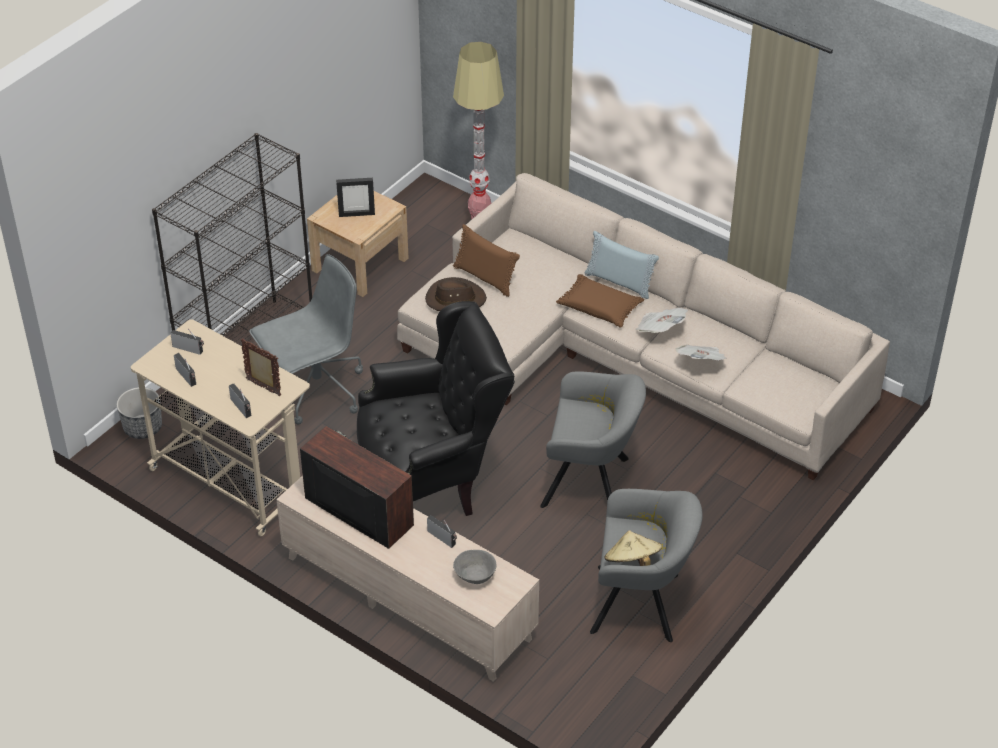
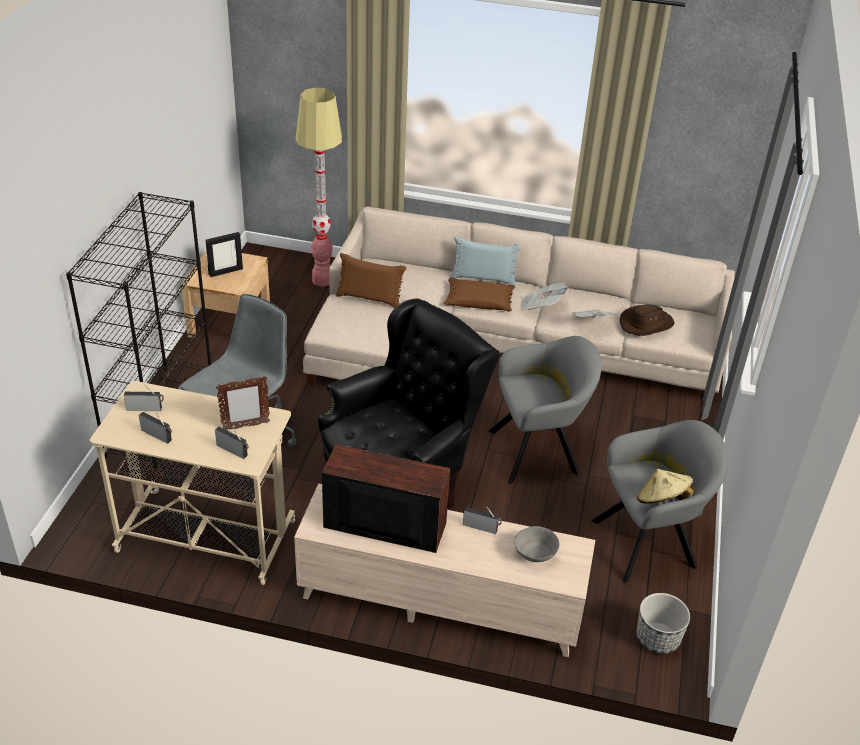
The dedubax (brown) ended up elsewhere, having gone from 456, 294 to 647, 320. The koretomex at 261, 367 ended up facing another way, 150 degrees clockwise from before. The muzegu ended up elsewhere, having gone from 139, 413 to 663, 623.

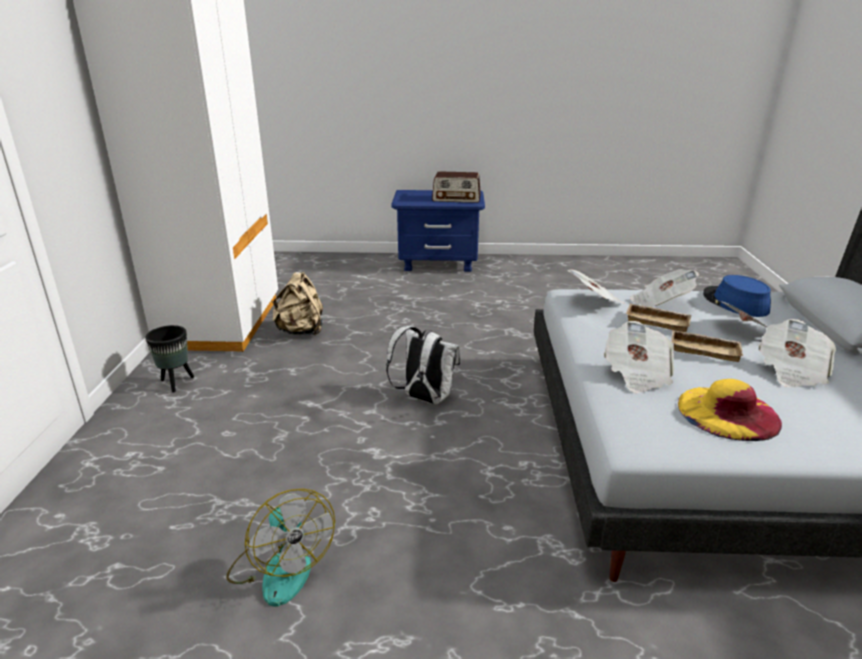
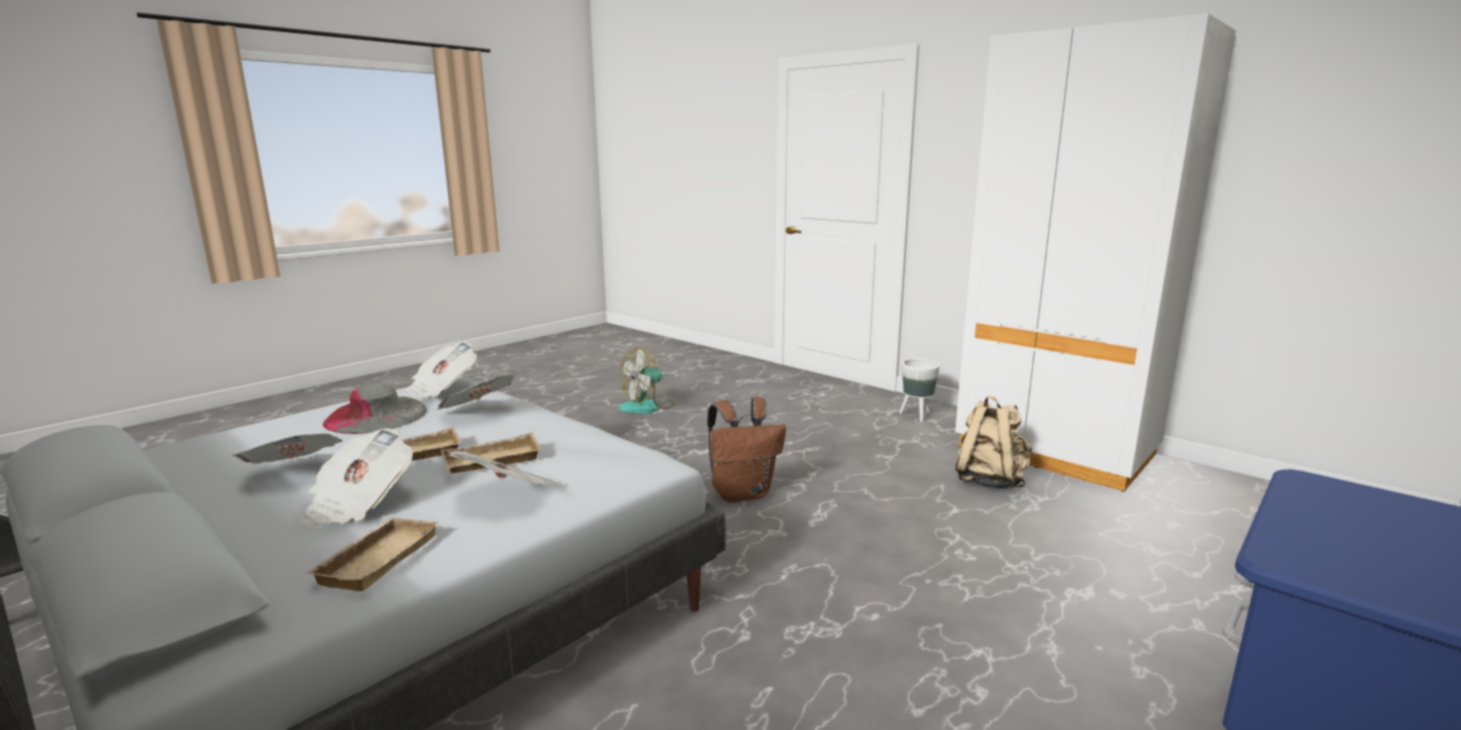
The second view lost the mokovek at 456, 187. The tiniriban ended up elsewhere, having gone from 596, 286 to 439, 370. Where the dedubax (blue) stood at 737, 296, the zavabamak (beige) came to stand at 372, 554. What was the muzegu (black) at 169, 359 turned into the muzegu (white) at 919, 390. What was the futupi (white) at 423, 365 turned into the futupi (brown) at 746, 449. What was the dedubax (yellow) at 730, 410 turned into the dedubax (grey) at 375, 408. The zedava at 280, 548 ended up facing another way, 45 degrees counterclockwise from before.

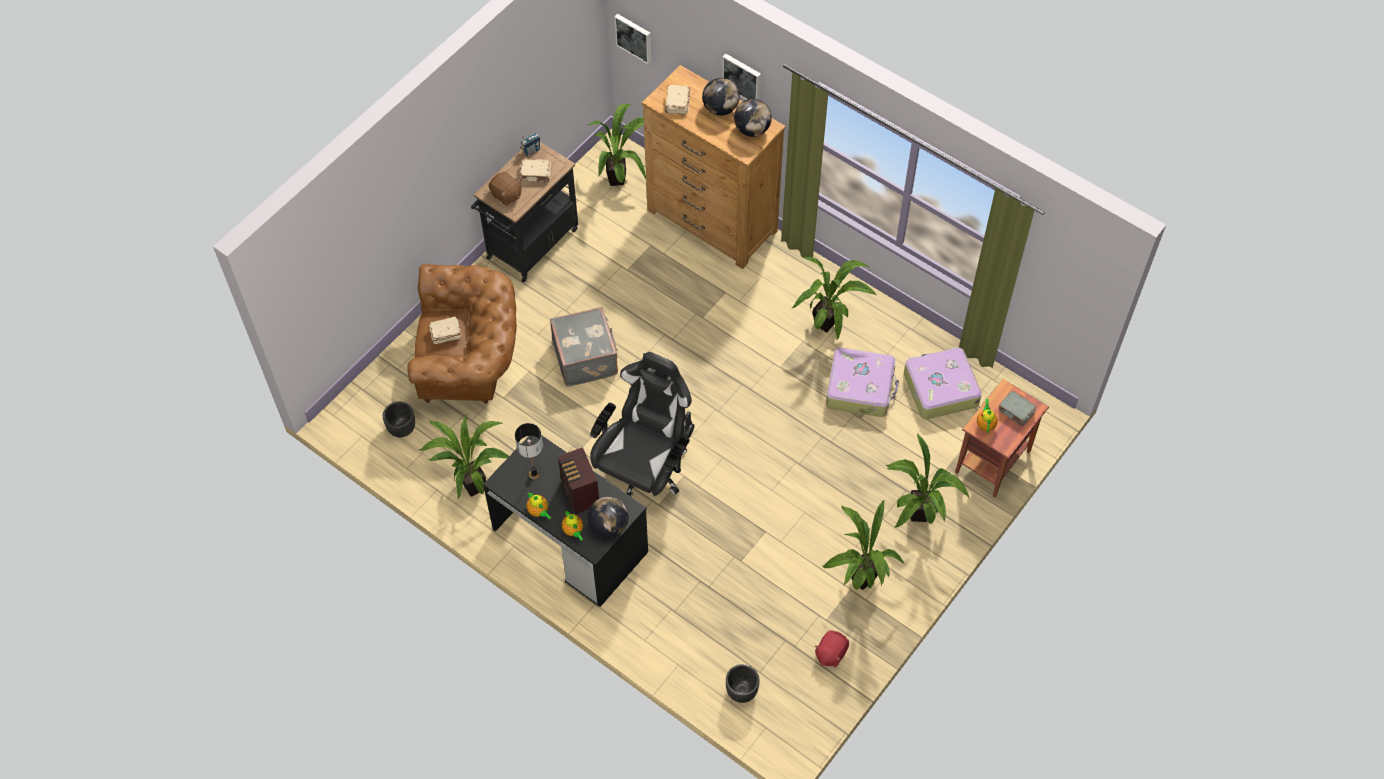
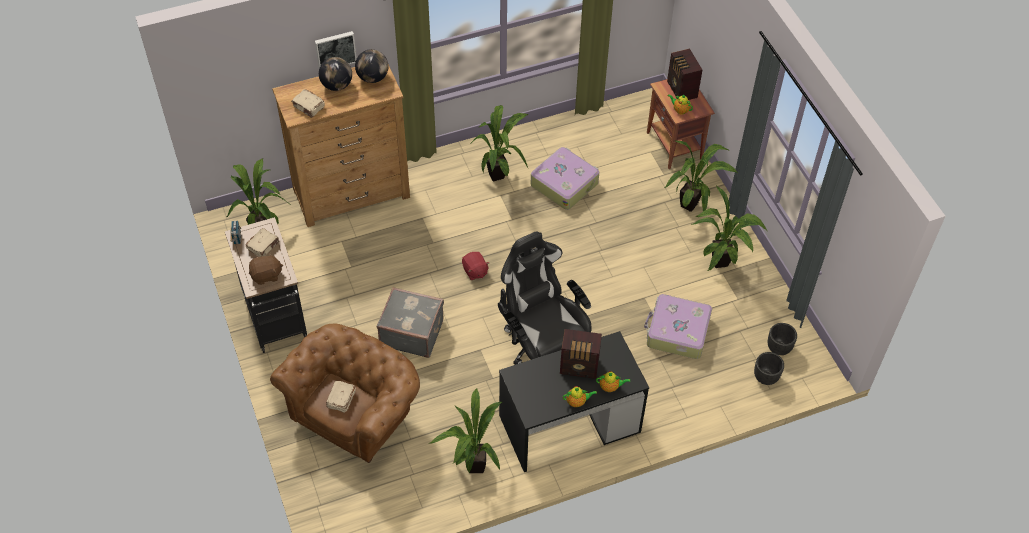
The second view lost the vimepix at 632, 39. The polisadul ended up elsewhere, having gone from 943, 383 to 678, 326. Where the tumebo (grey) stood at 1017, 408, the mokovek came to stand at 684, 74. The muzegu (black) ended up elsewhere, having gone from 399, 419 to 782, 339. The second view lost the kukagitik at 529, 451. The second view lost the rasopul at 608, 517. The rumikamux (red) ended up elsewhere, having gone from 832, 648 to 475, 266.

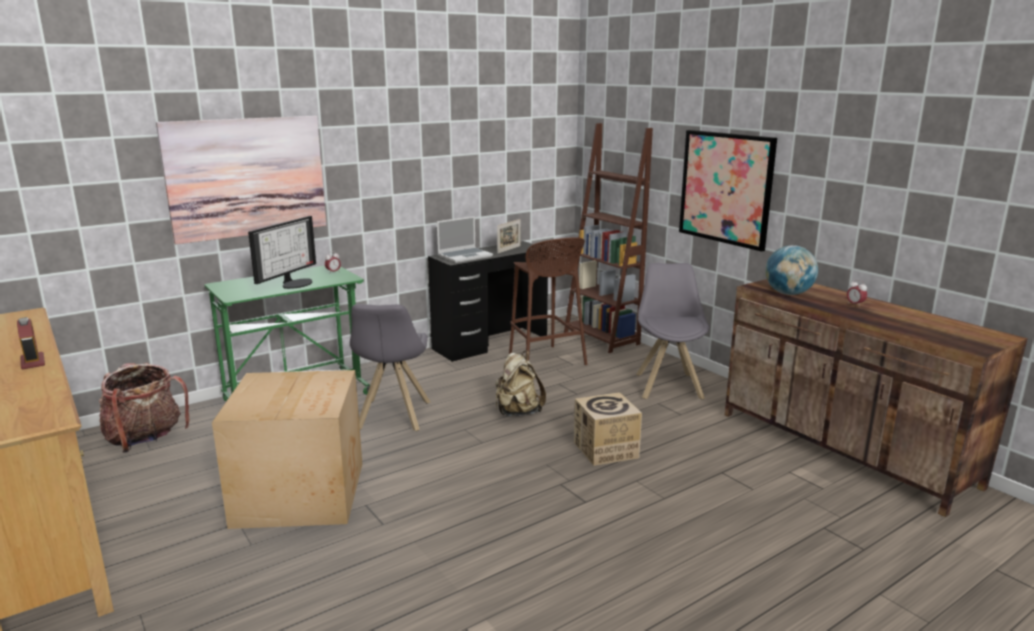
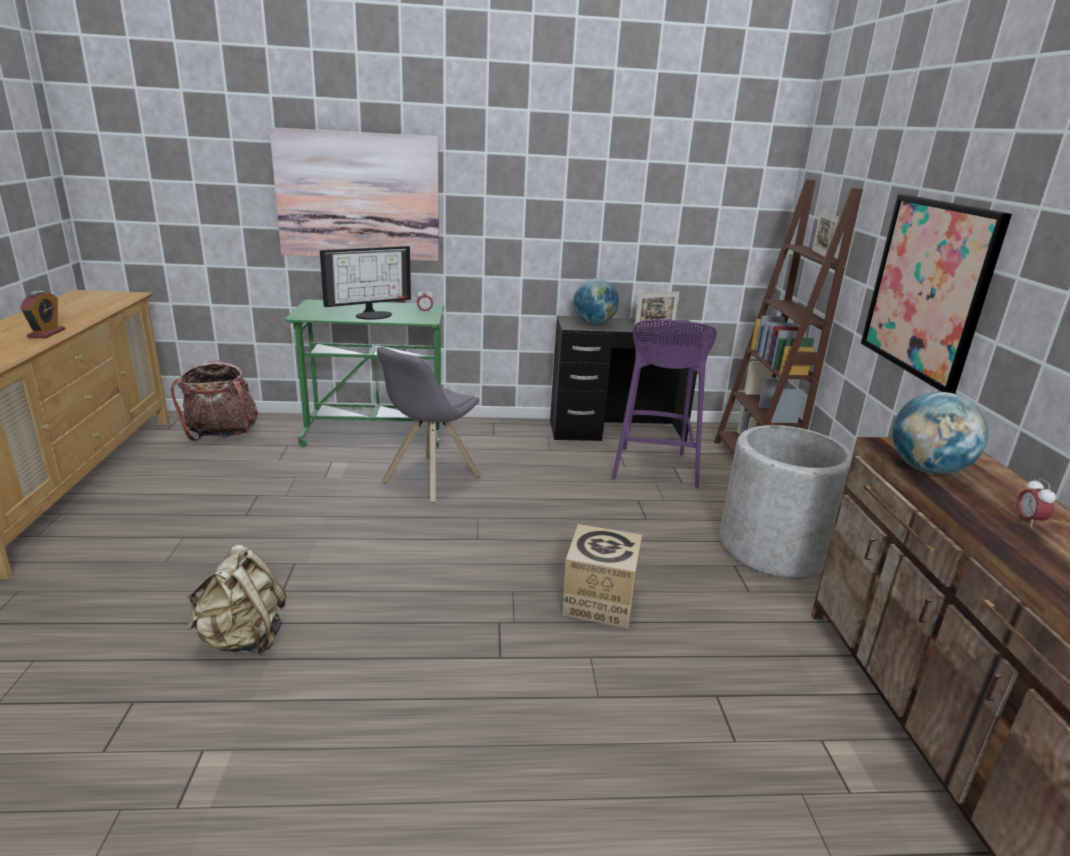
Where the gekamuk stood at 465, 239, the rasopul came to stand at 596, 302. What was the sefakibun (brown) at 548, 301 turned into the sefakibun (purple) at 664, 403. Where the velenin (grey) stood at 673, 331, the muzegu (grey) came to stand at 786, 501. The futupi (beige) ended up elsewhere, having gone from 520, 383 to 237, 600. The second view lost the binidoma at 287, 449. The second view gained the koretomex at 826, 233.

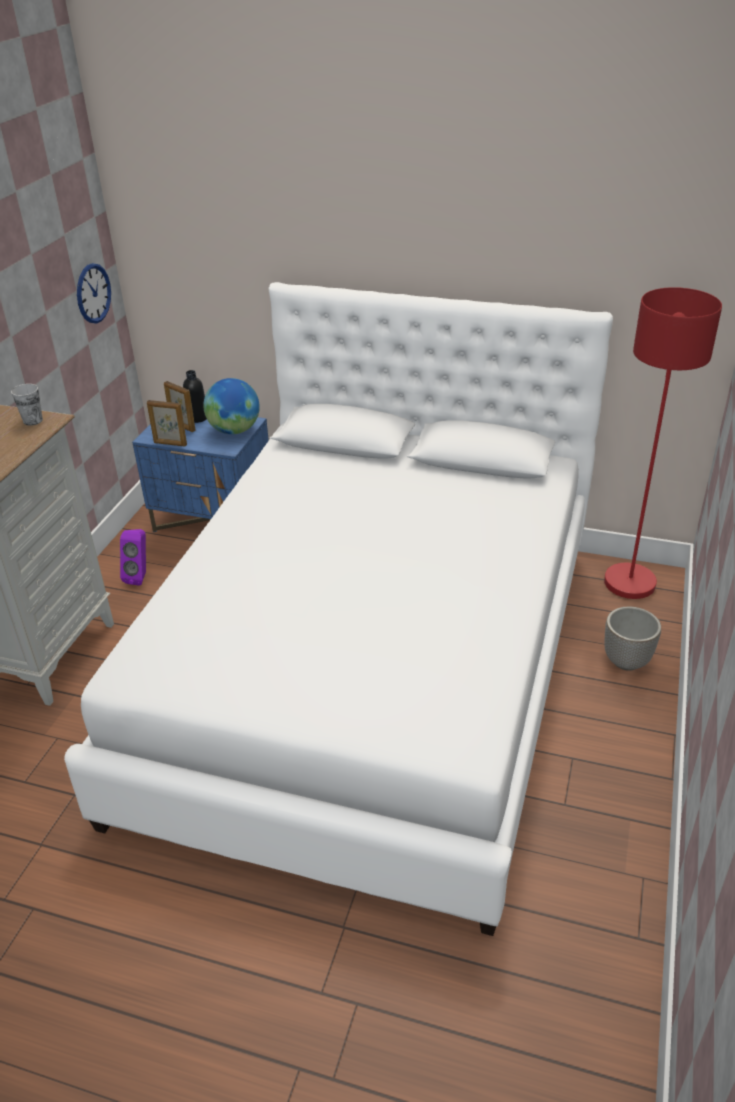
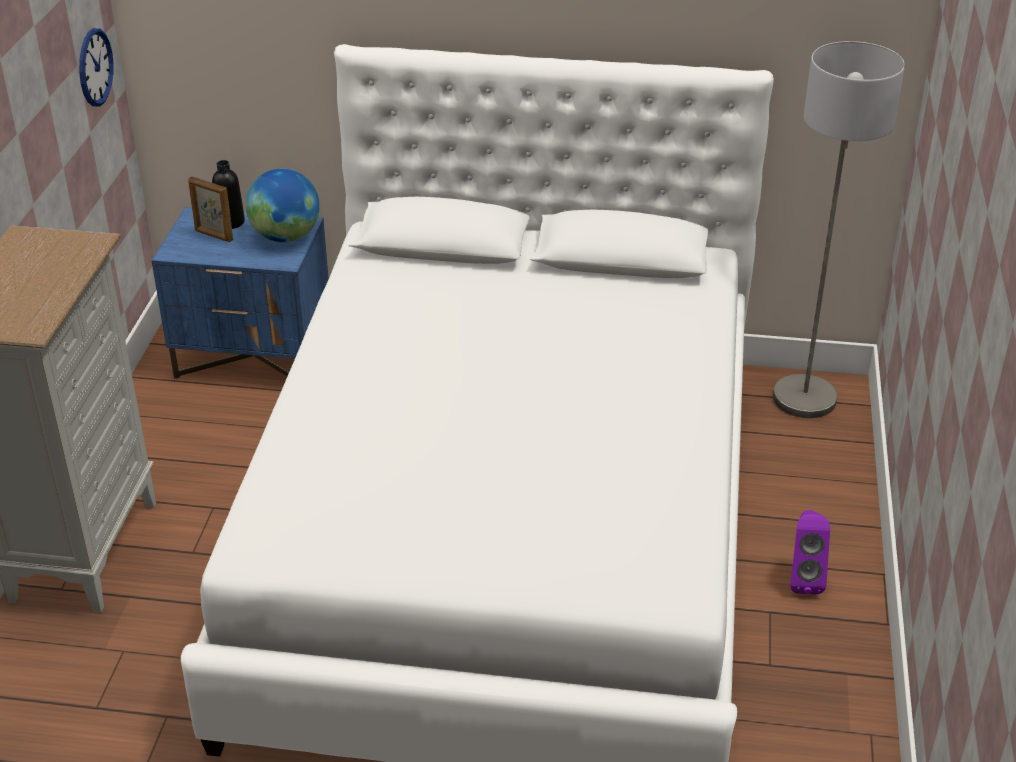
What was the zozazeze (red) at 663, 443 turned into the zozazeze (grey) at 839, 229. The second view lost the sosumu at 27, 405. The second view lost the koretomex at 167, 423. The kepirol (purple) ended up elsewhere, having gone from 133, 557 to 810, 552. The second view lost the muzegu at 632, 639.

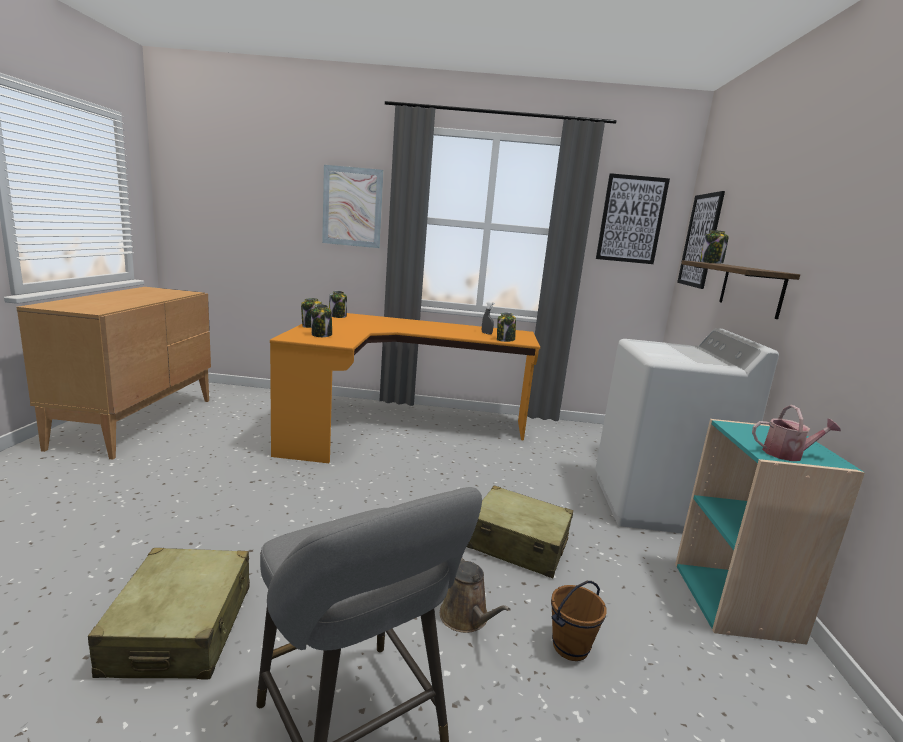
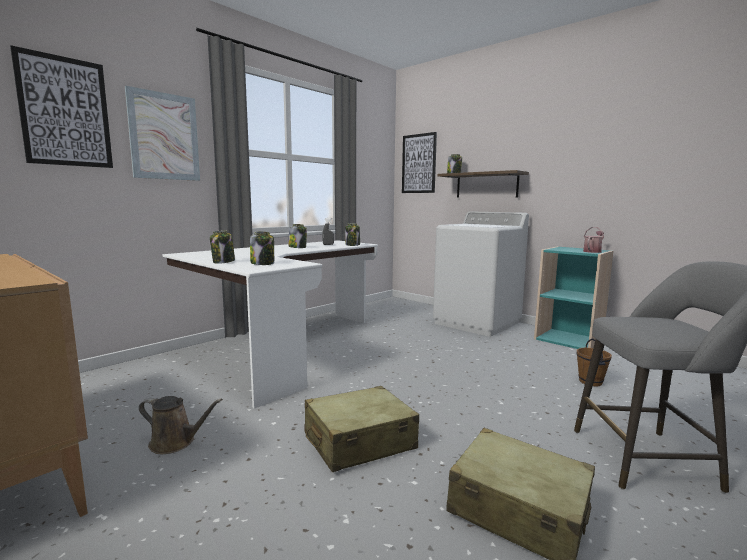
The vimepix ended up elsewhere, having gone from 633, 218 to 61, 106. The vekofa ended up elsewhere, having gone from 338, 304 to 297, 236. What was the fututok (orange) at 405, 388 turned into the fututok (white) at 270, 324. The polisadul (beige) ended up elsewhere, having gone from 520, 531 to 362, 429. The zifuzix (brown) ended up elsewhere, having gone from 475, 595 to 181, 425.

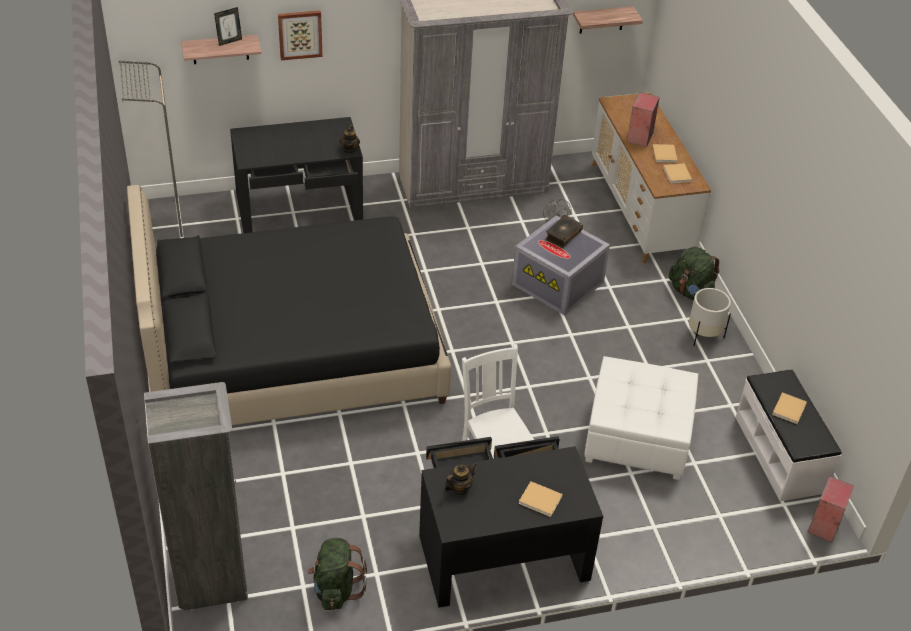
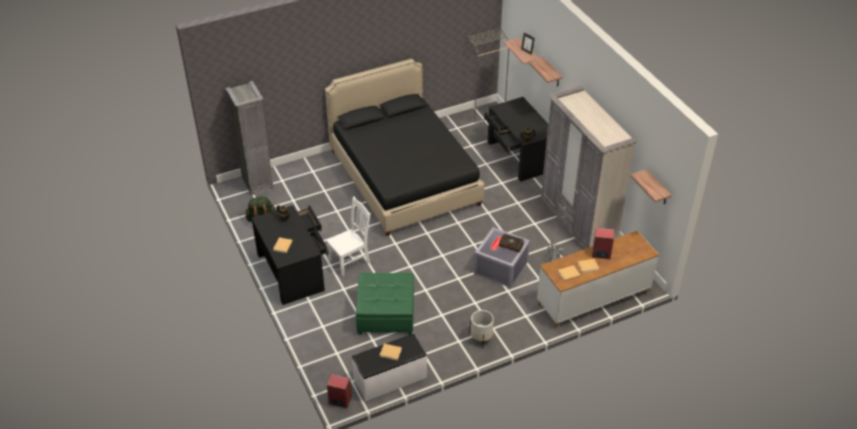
Where the vimepix hung at 300, 35, the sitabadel came to hang at 545, 71. The second view lost the futupi (green) at 694, 273. What was the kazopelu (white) at 641, 418 turned into the kazopelu (green) at 385, 304.

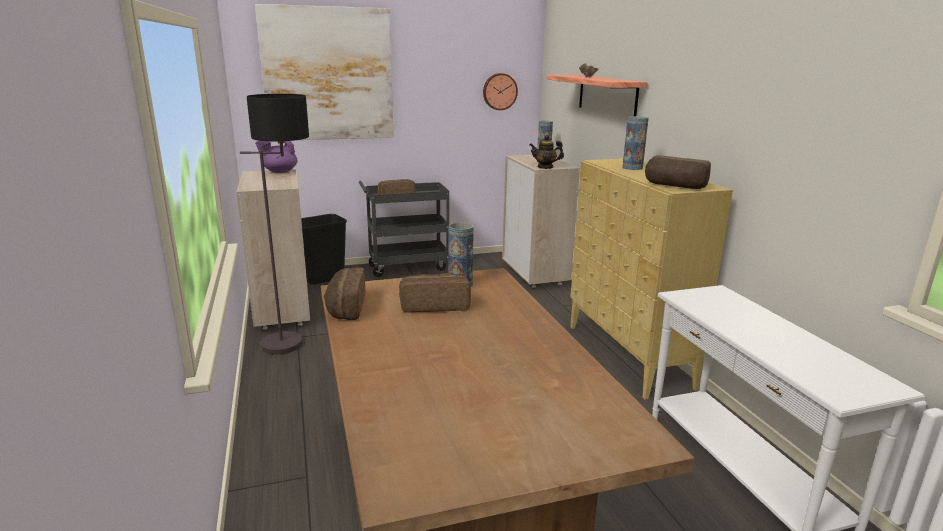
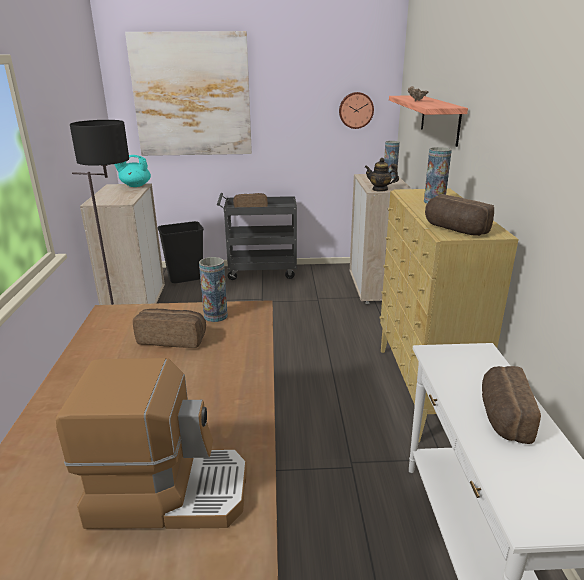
What was the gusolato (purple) at 276, 157 turned into the gusolato (turquoise) at 132, 171. The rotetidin ended up elsewhere, having gone from 344, 293 to 511, 405. The second view gained the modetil at 151, 443.

